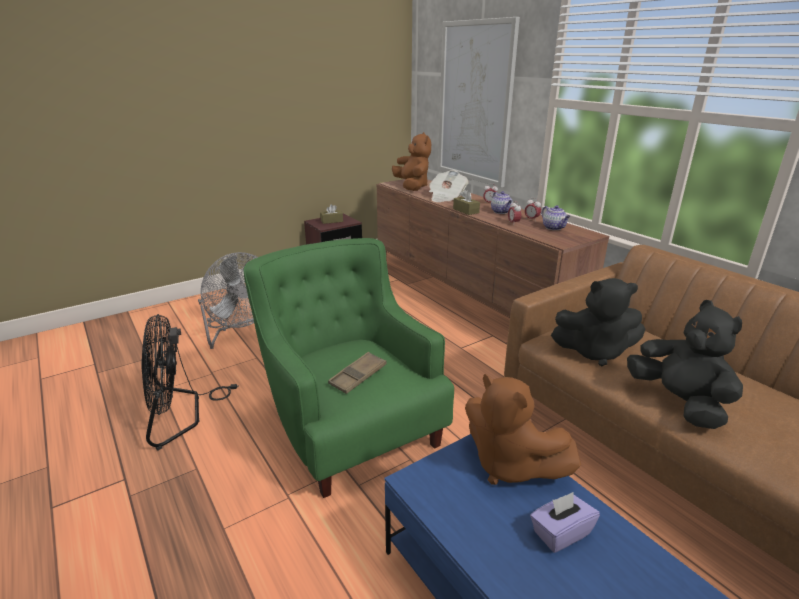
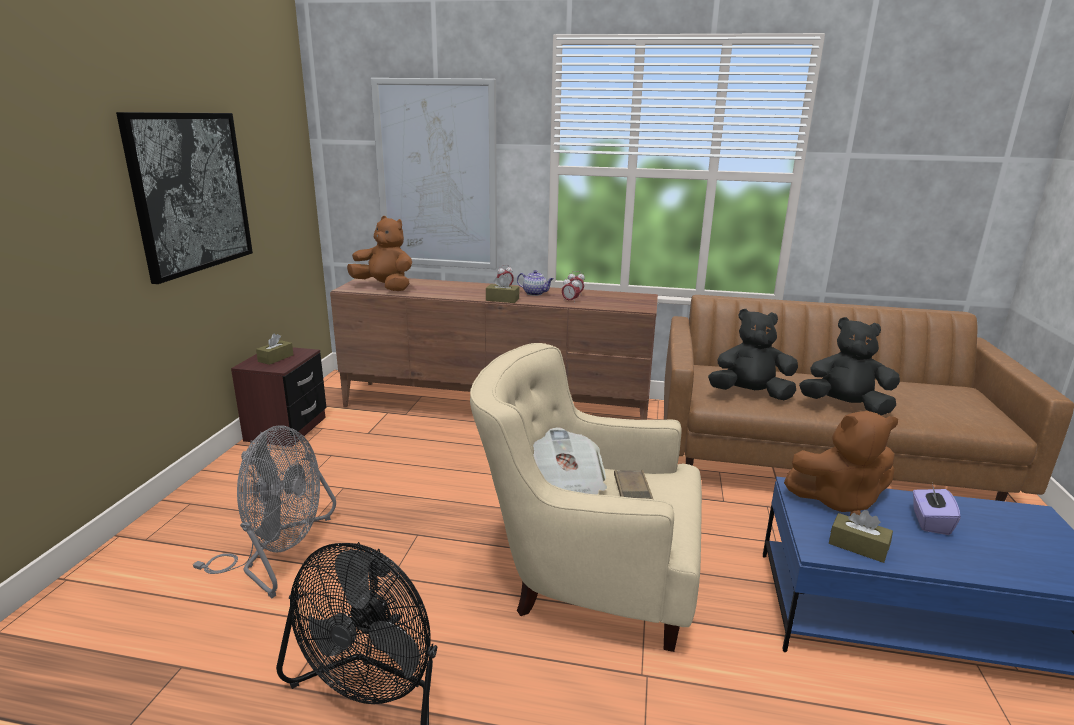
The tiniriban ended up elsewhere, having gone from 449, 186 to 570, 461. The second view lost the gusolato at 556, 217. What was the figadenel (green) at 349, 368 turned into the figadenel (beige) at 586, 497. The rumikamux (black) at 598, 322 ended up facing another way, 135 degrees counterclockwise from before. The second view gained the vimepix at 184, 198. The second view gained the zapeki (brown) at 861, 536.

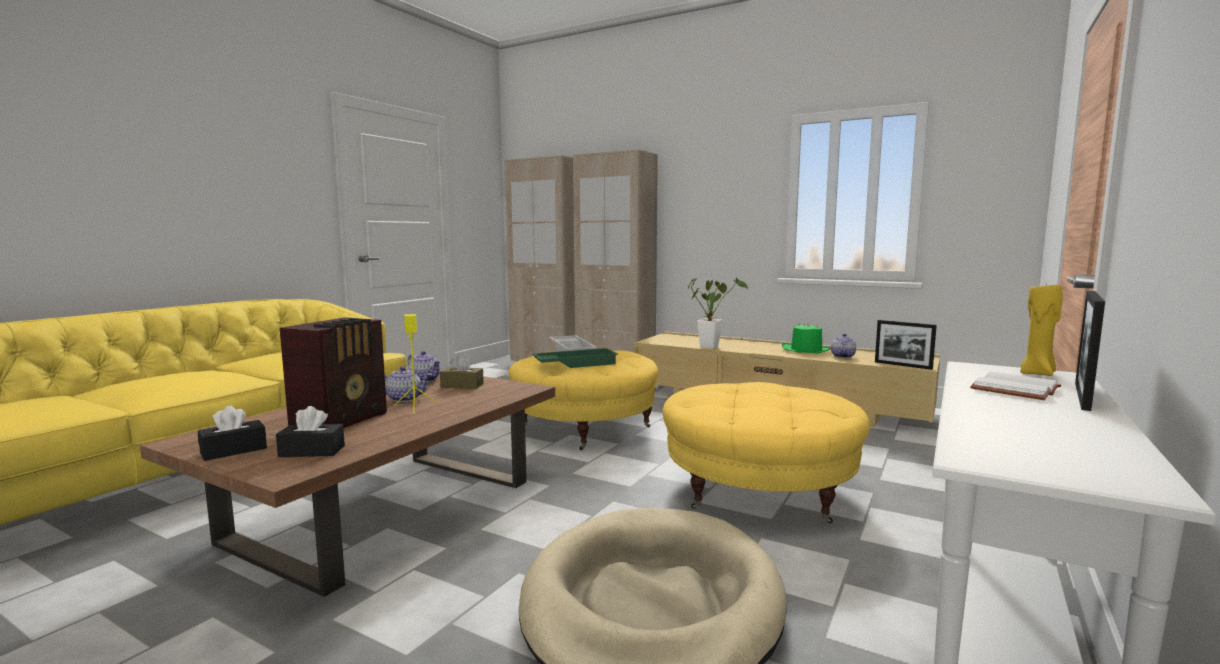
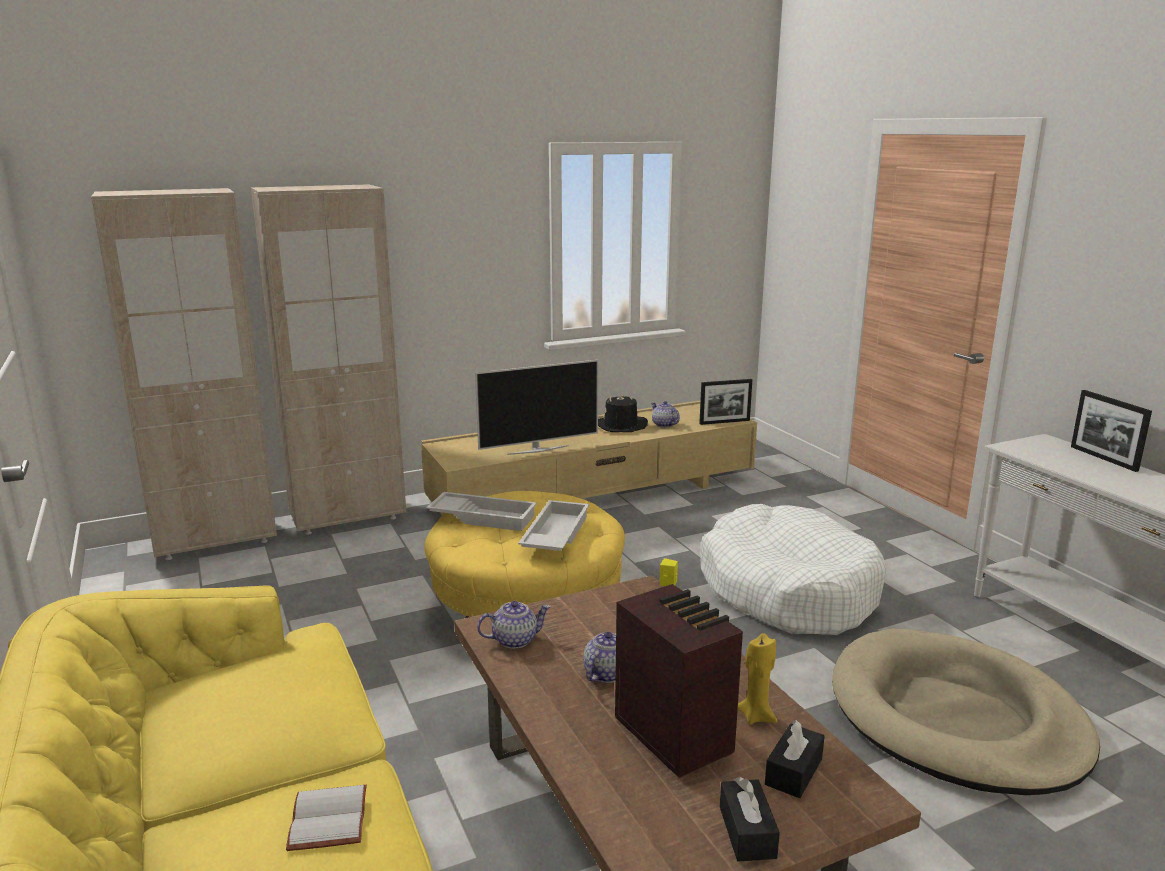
Where the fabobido stood at 718, 313, the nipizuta came to stand at 536, 407. The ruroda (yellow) ended up elsewhere, having gone from 1041, 330 to 757, 678. What was the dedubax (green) at 806, 338 turned into the dedubax (black) at 623, 413. What was the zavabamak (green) at 575, 358 turned into the zavabamak (white) at 553, 525. The second view lost the zapeki (brown) at 462, 371. The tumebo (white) ended up elsewhere, having gone from 1015, 385 to 326, 818. Where the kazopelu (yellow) stood at 766, 452, the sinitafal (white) came to stand at 793, 569.

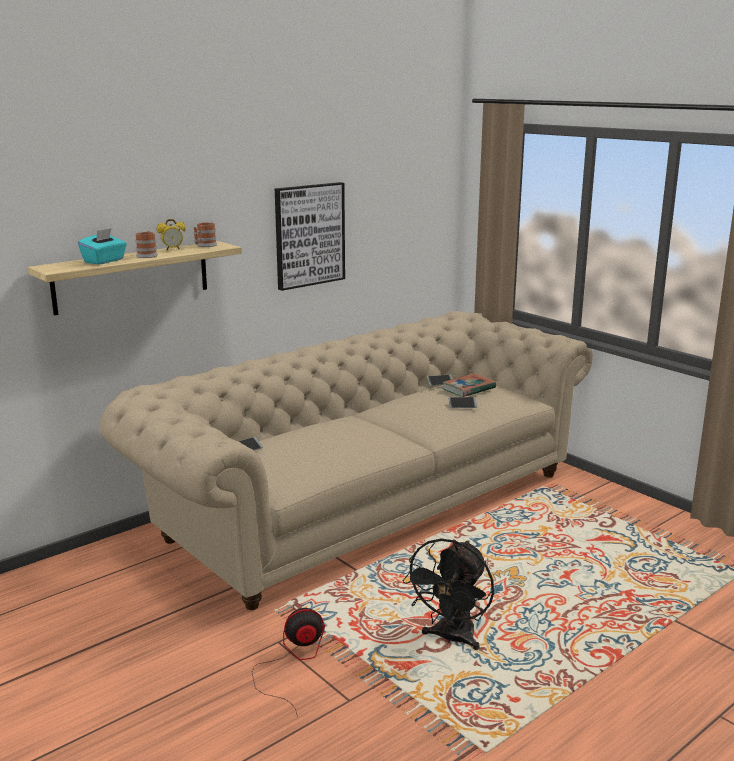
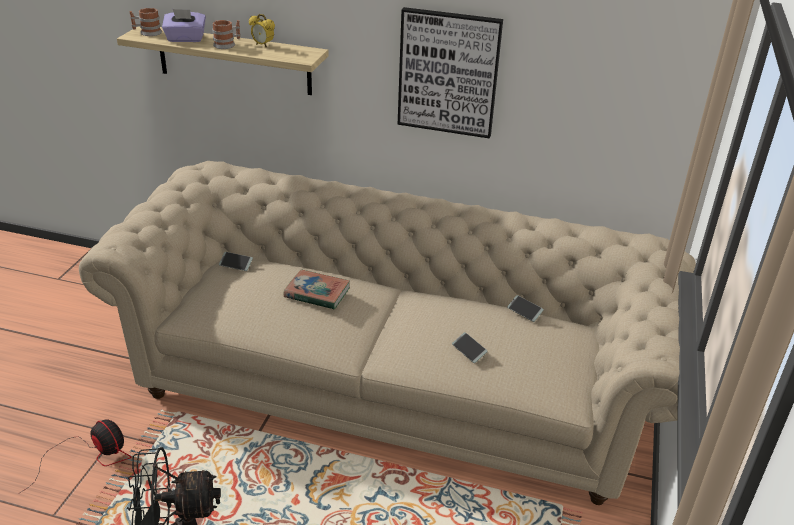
The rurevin ended up elsewhere, having gone from 205, 234 to 145, 22. What was the zapeki (turquoise) at 102, 246 turned into the zapeki (purple) at 184, 25. The tumebo ended up elsewhere, having gone from 469, 385 to 317, 289.

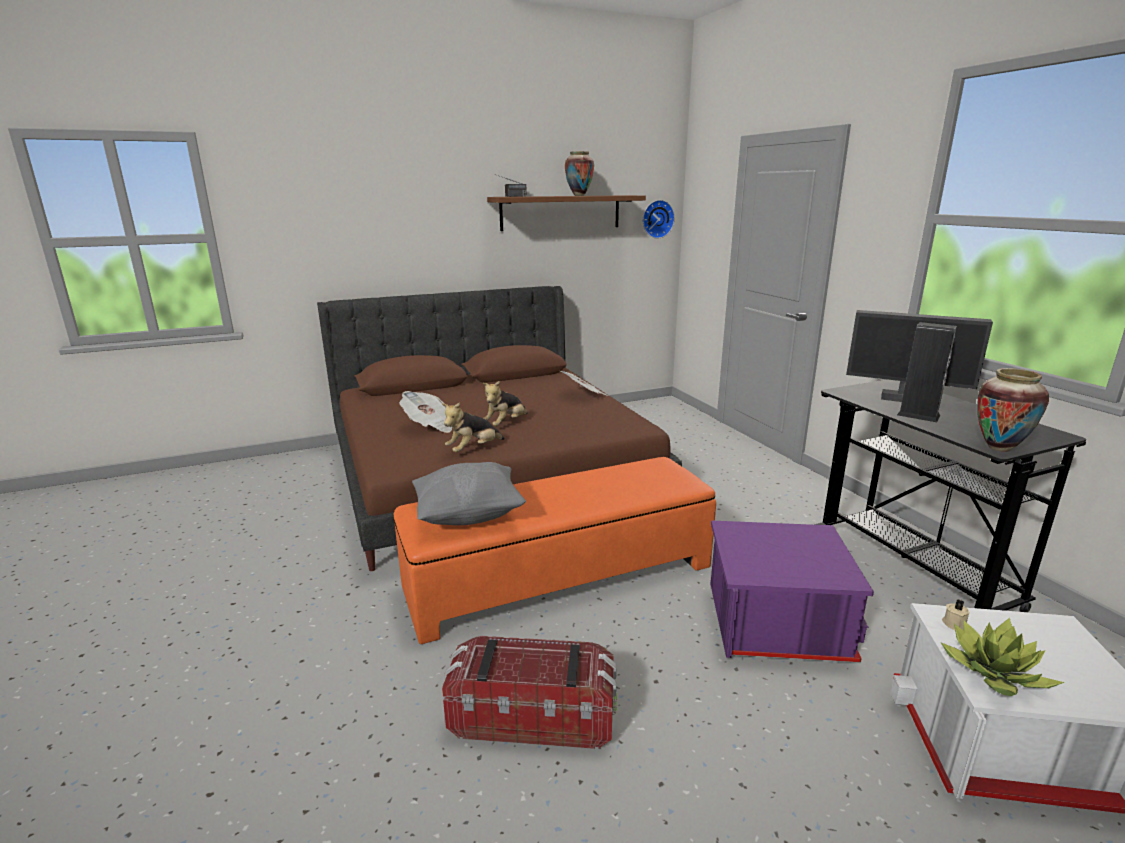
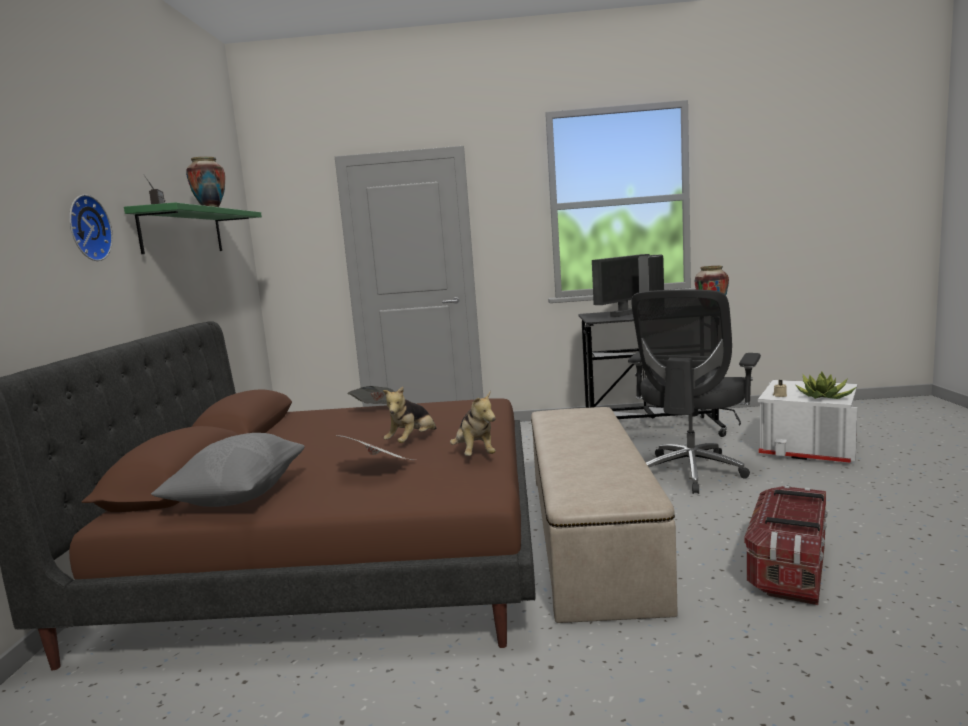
What was the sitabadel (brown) at 566, 213 turned into the sitabadel (green) at 193, 228. The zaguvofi ended up elsewhere, having gone from 659, 219 to 91, 227. The rumikamux at 505, 403 ended up facing another way, 60 degrees clockwise from before. What was the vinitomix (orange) at 554, 550 turned into the vinitomix (beige) at 604, 515. The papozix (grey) ended up elsewhere, having gone from 469, 493 to 228, 470. Where the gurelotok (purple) stood at 792, 591, the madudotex came to stand at 694, 391.

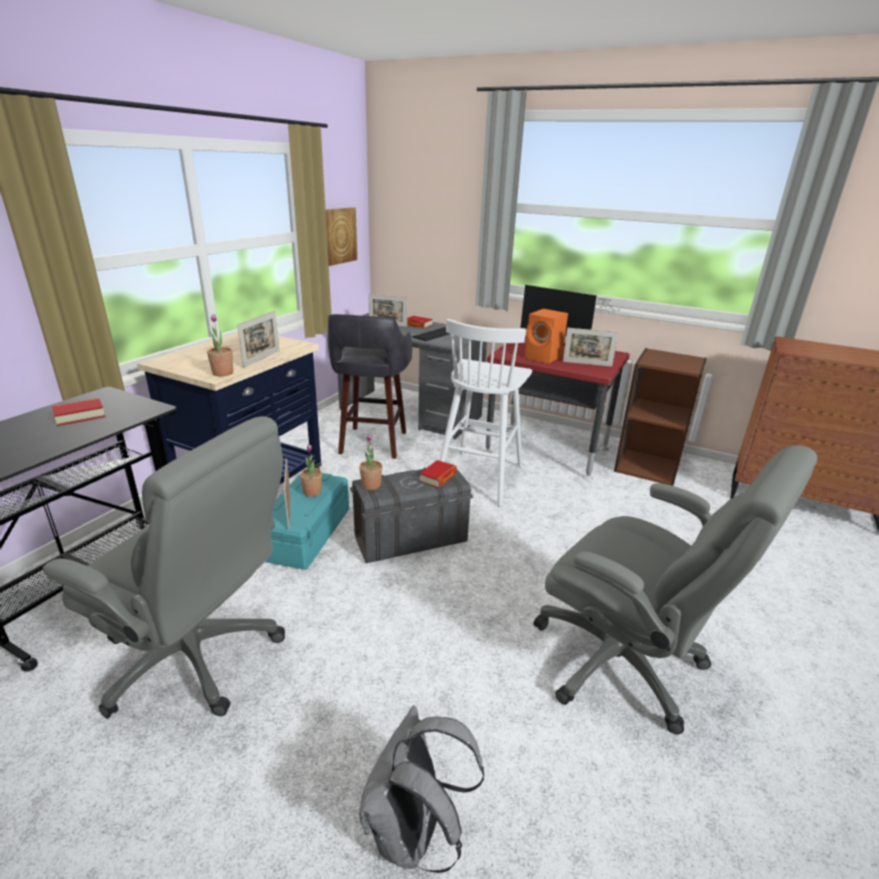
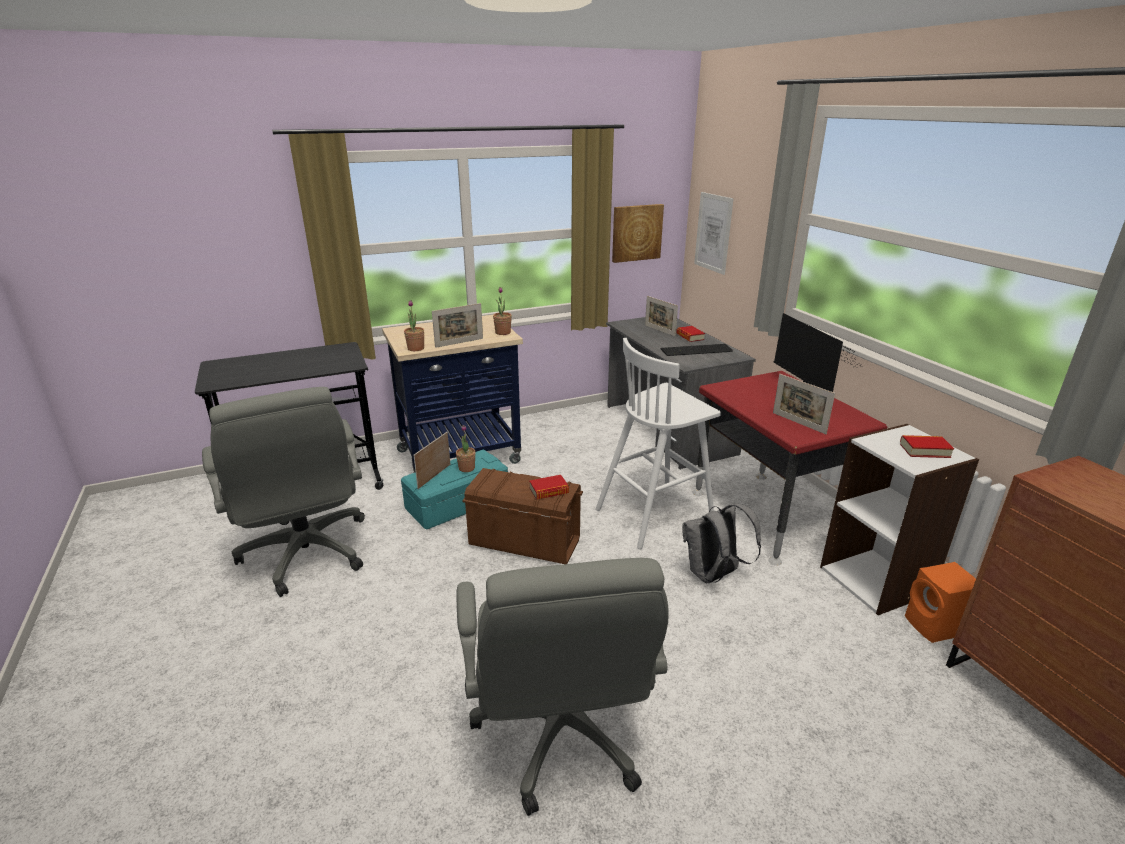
The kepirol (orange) ended up elsewhere, having gone from 546, 336 to 940, 602. The second view lost the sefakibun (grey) at 369, 386. What was the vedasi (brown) at 660, 417 turned into the vedasi (white) at 899, 519. The tumebo ended up elsewhere, having gone from 78, 412 to 927, 446. The fabobido ended up elsewhere, having gone from 370, 462 to 502, 311. What was the gurelotok (grey) at 411, 513 turned into the gurelotok (brown) at 522, 516. The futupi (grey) ended up elsewhere, having gone from 421, 789 to 721, 543. The second view gained the vimepix at 714, 233.

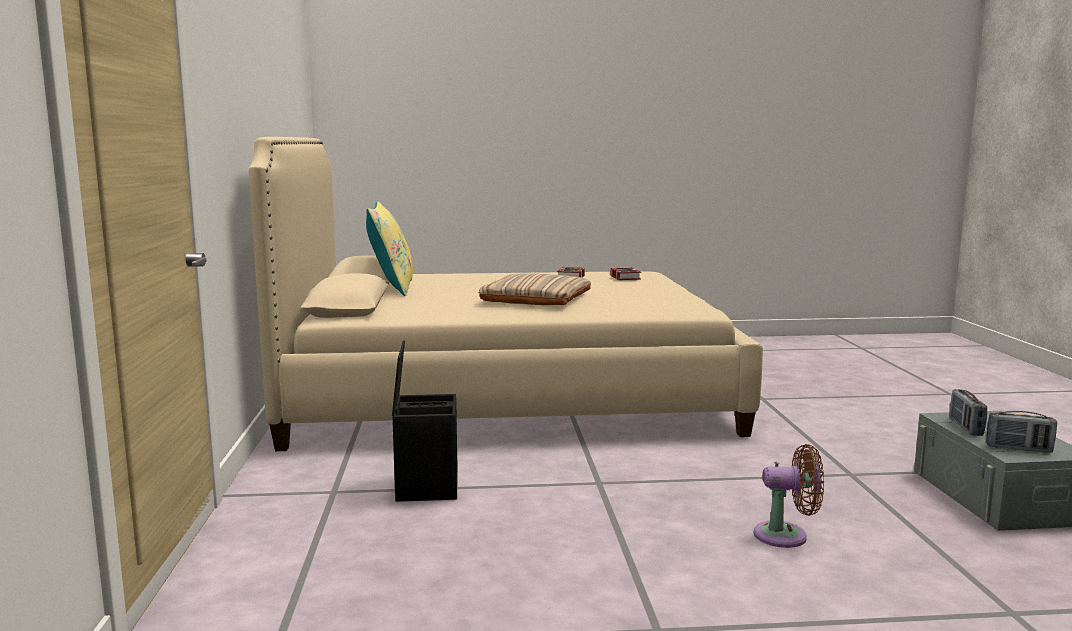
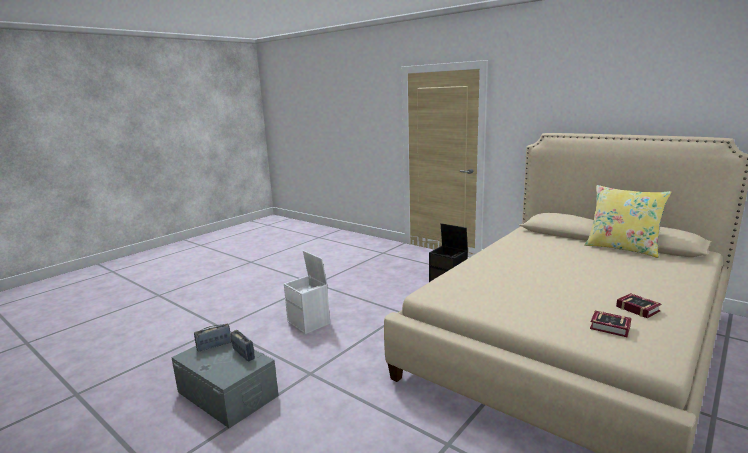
The second view lost the papozix (beige) at 535, 289. Where the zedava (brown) stood at 789, 496, the gurelotok (white) came to stand at 307, 292.

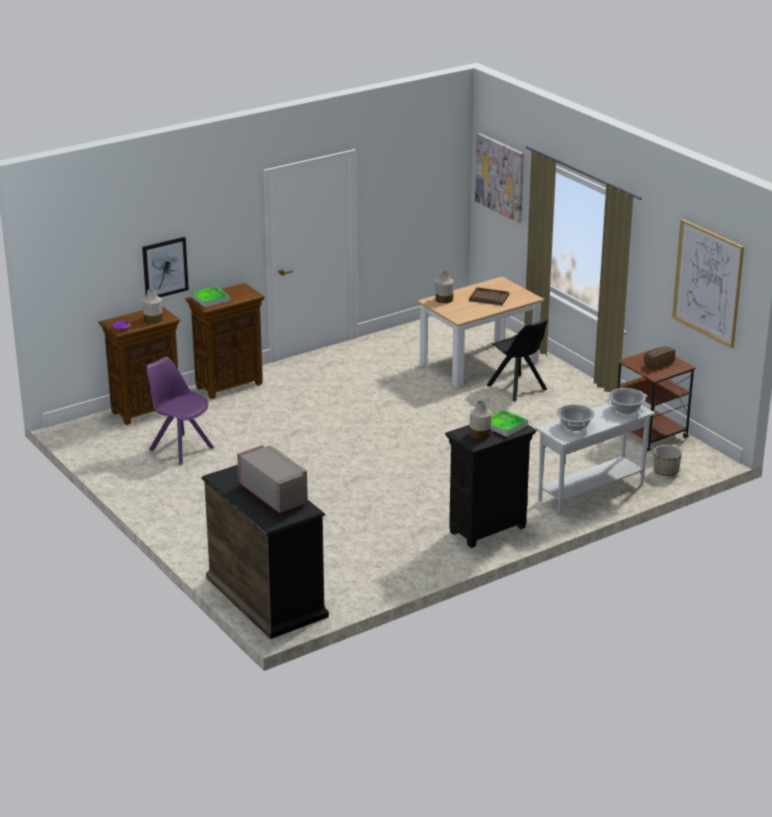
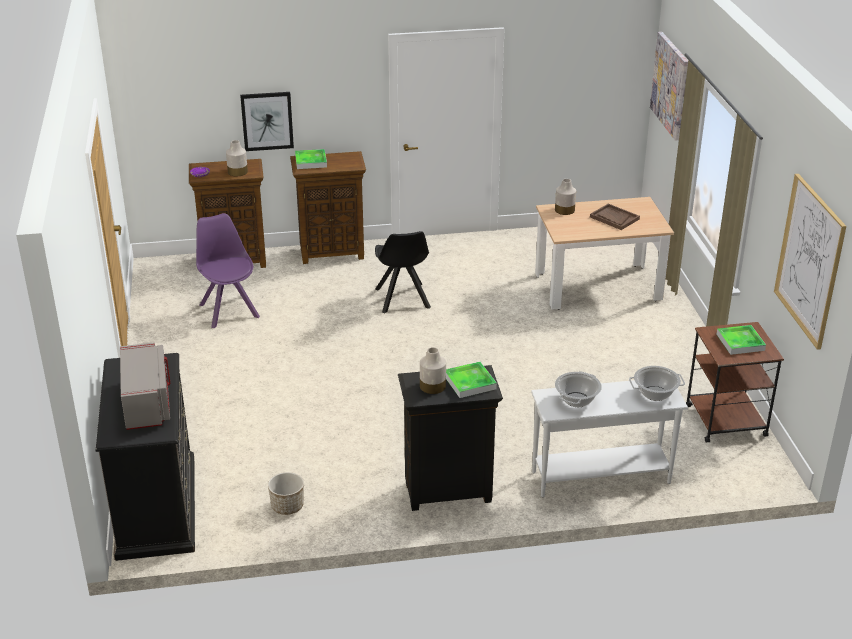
The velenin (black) ended up elsewhere, having gone from 517, 359 to 403, 272. Where the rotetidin stood at 659, 358, the zavabamak came to stand at 741, 340. The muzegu ended up elsewhere, having gone from 667, 460 to 286, 493.

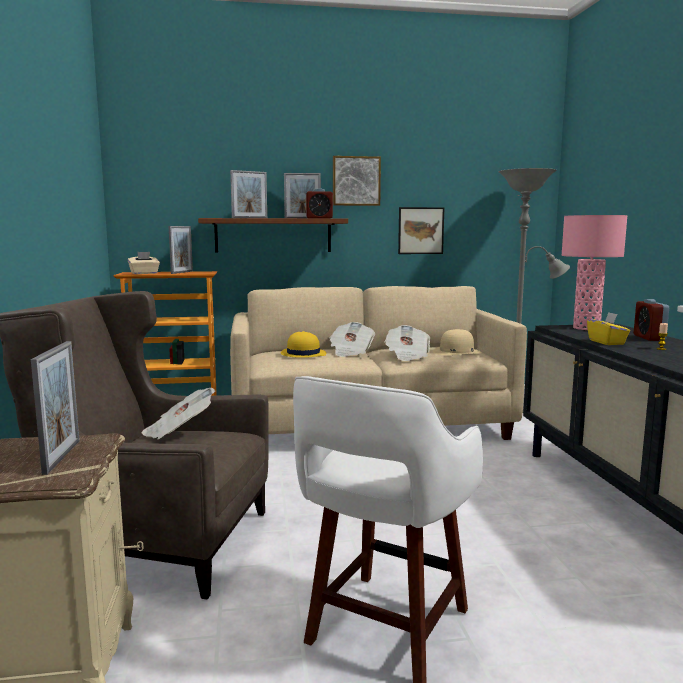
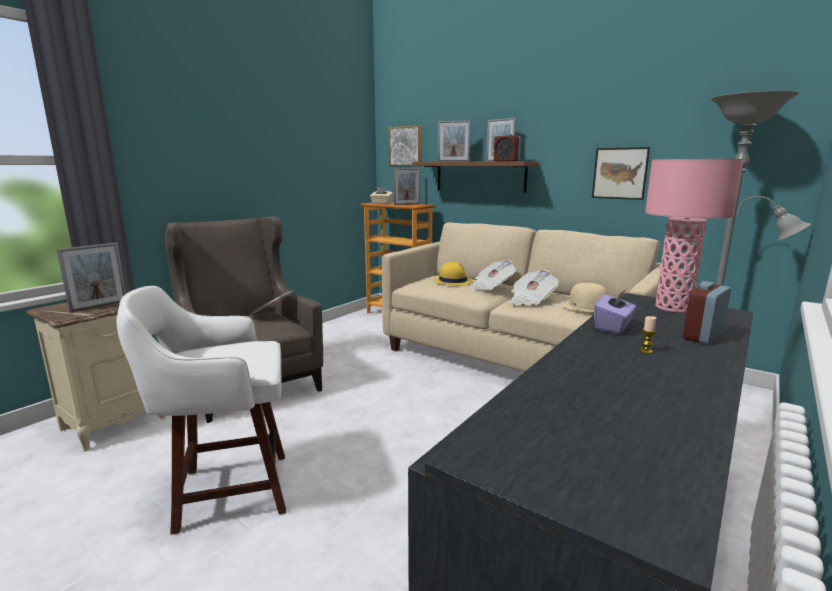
The vimepix ended up elsewhere, having gone from 357, 181 to 405, 145. What was the zapeki (yellow) at 608, 328 turned into the zapeki (purple) at 615, 312.

